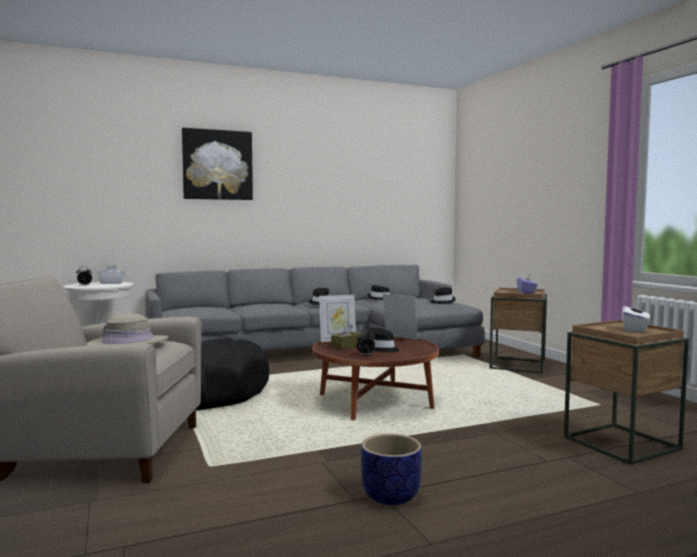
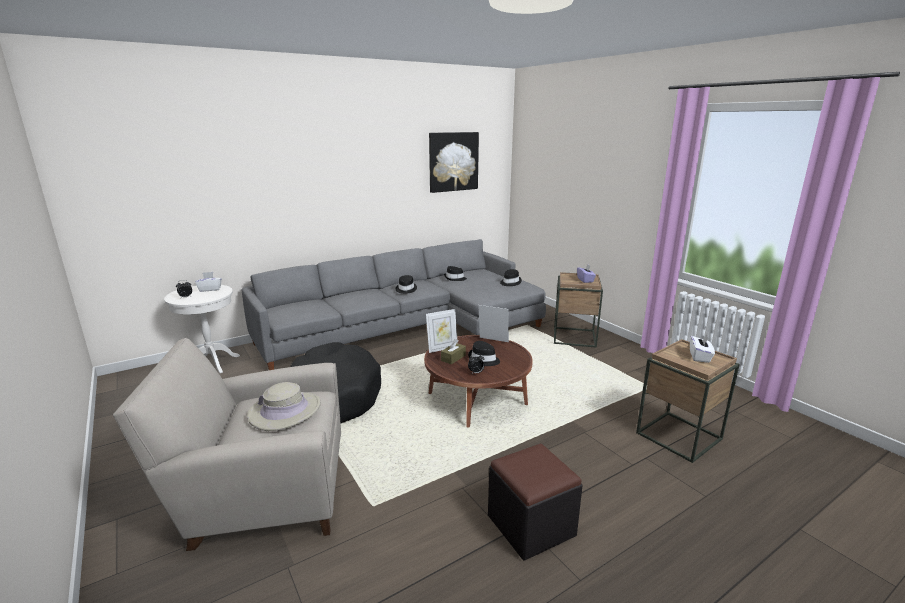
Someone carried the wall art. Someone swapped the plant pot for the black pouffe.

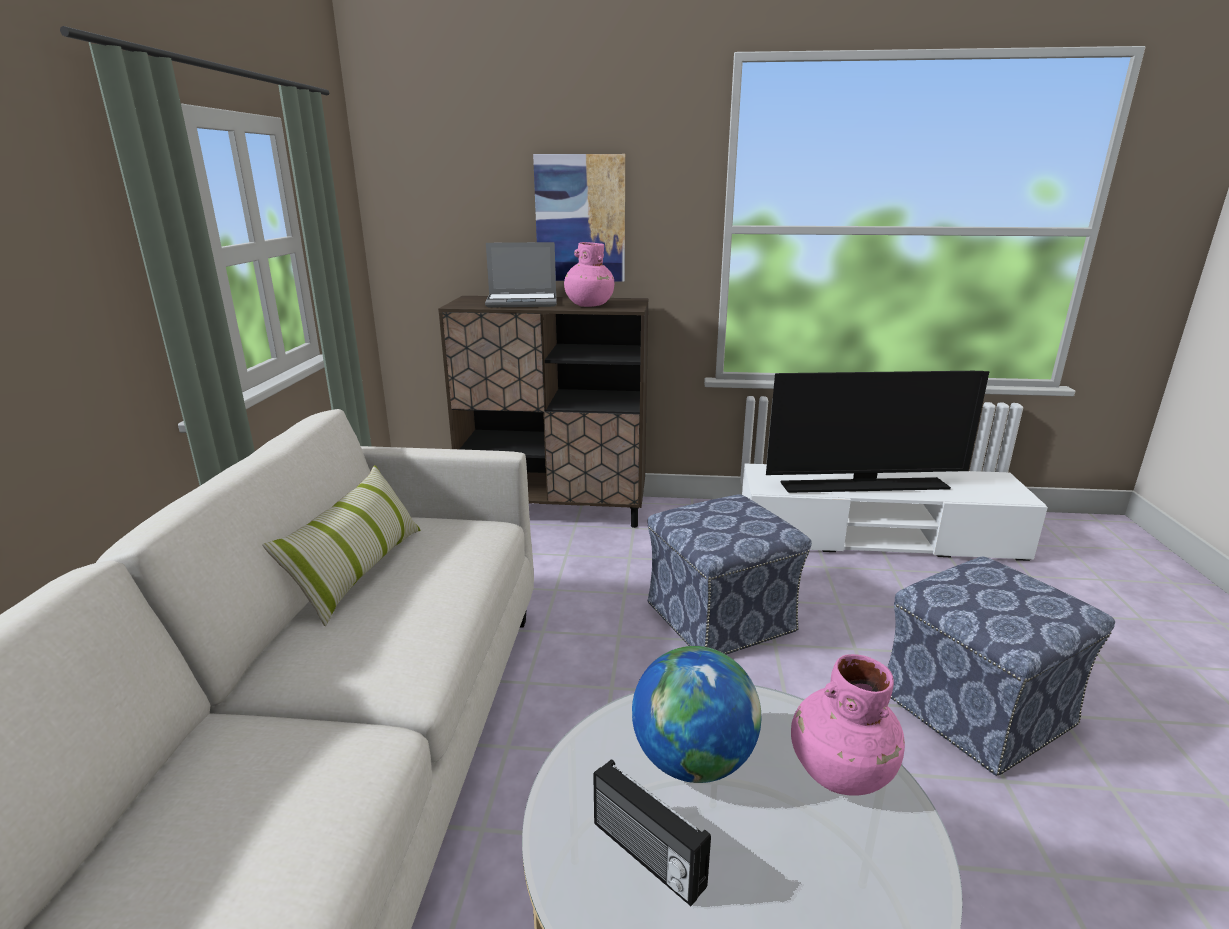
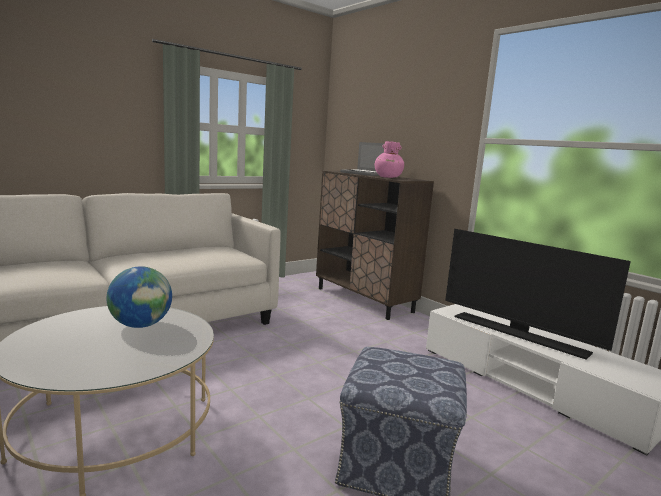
Someone took away the cushion. Someone took away the wall art. Someone took away the radio. Someone took away the pouffe (1st from left). Someone took away the pink vase (2nd from left).

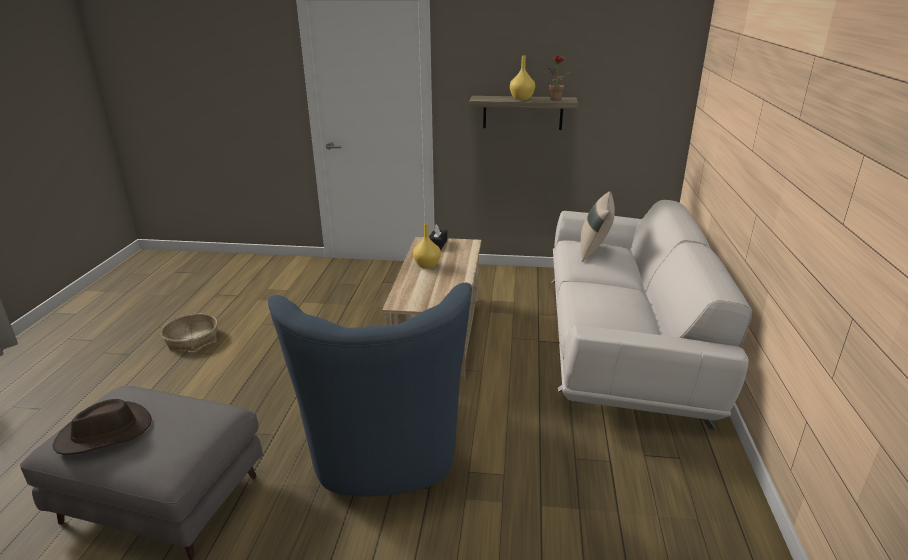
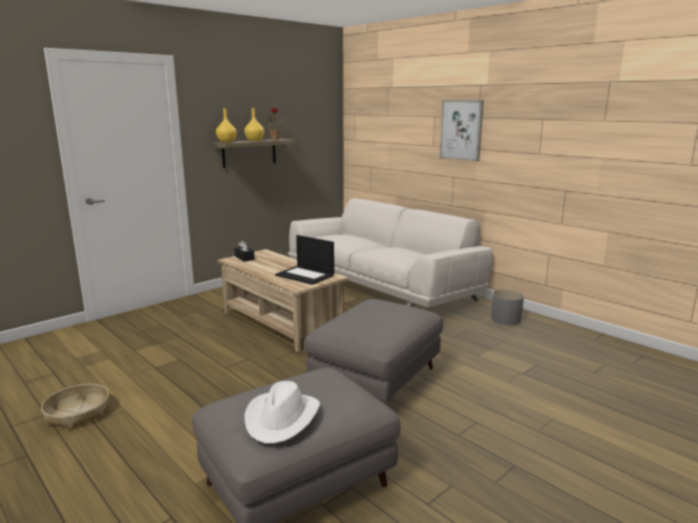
Someone took away the sand-coloured cushion. Someone put down the portable computer. Someone put up the wall art. Someone put down the greyish plant pot. Someone carried the yellow vase (1st from left). Someone swapped the blue armchair for the greyish pouffe (2nd from left). Someone repainted the brown-coloured clothing hat, which became the whitish clothing hat.

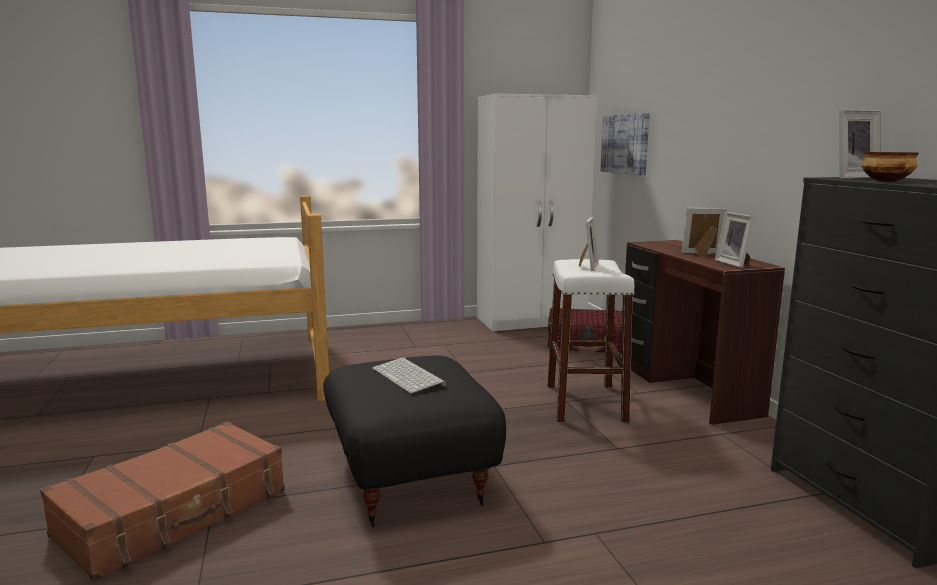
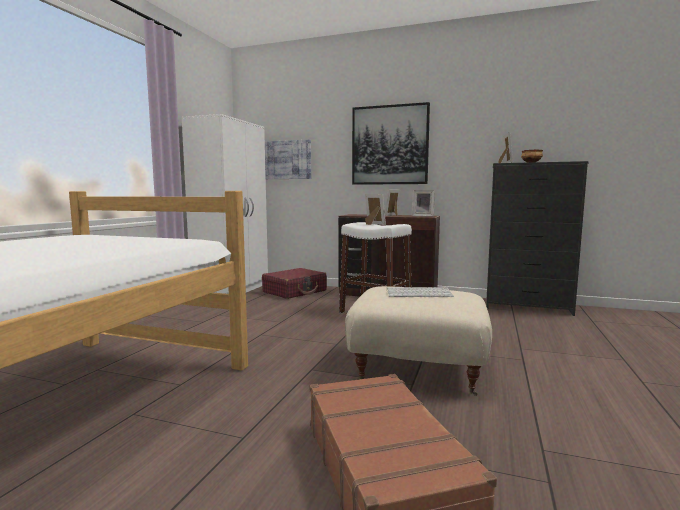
Someone put up the wall art (2nd from left). Someone repainted the black pouffe, which became the sand-coloured pouffe.

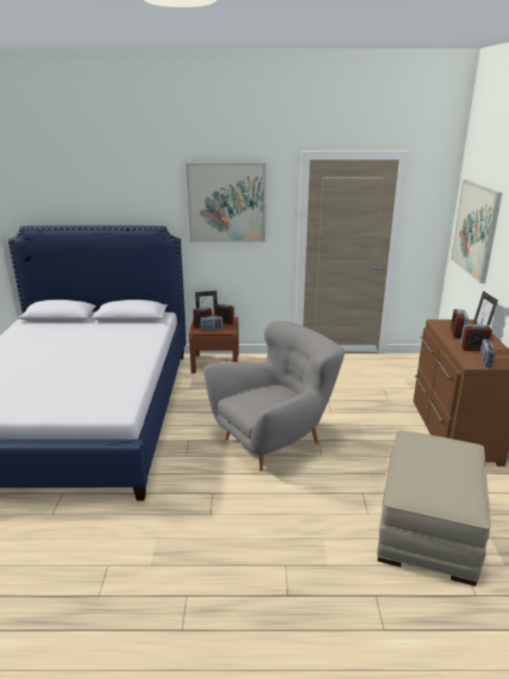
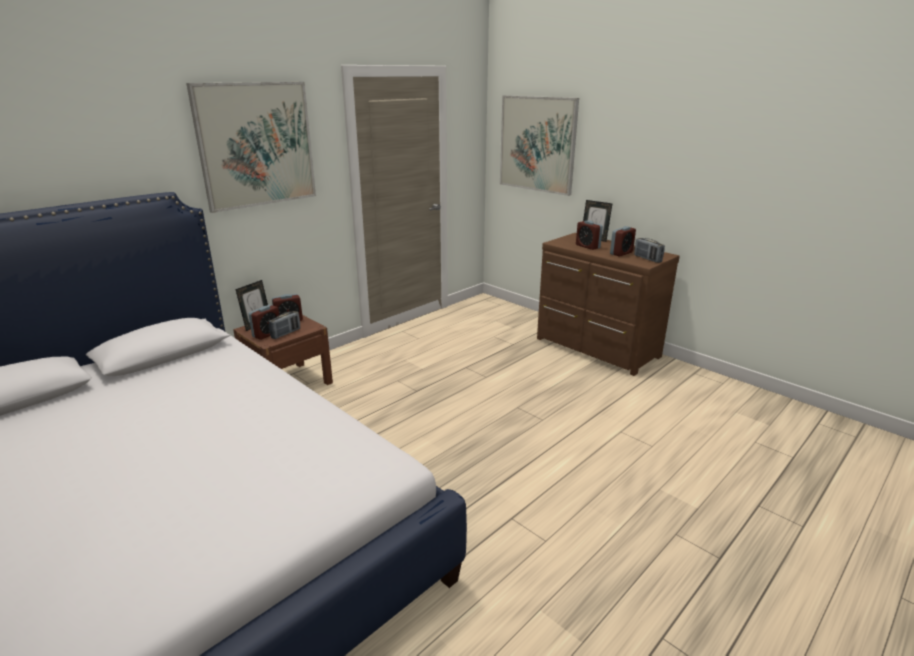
Someone took away the greyish armchair. Someone took away the sand-coloured pouffe.

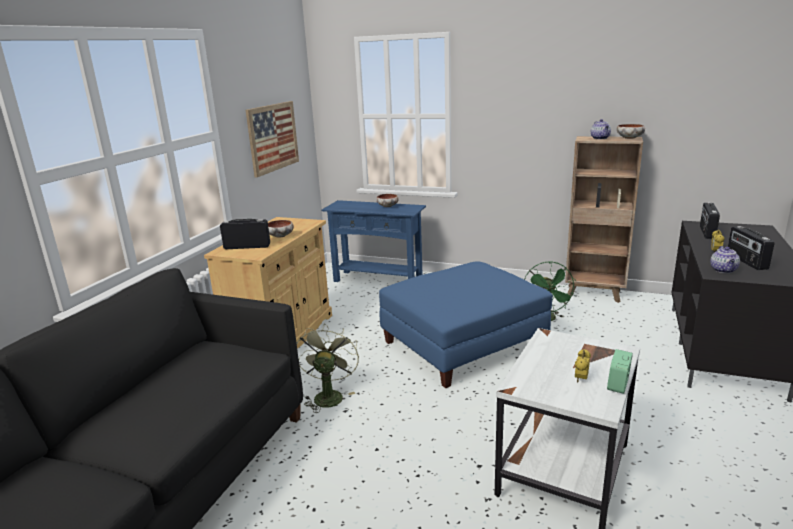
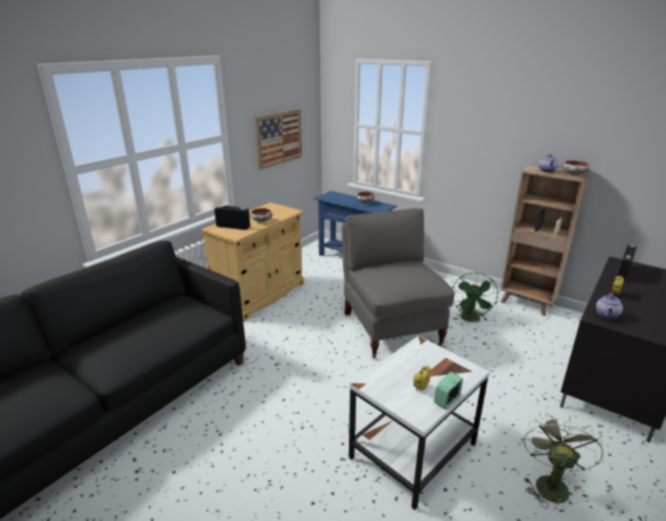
Someone took away the radio (3rd from left). Someone carried the green fan (1st from left in the first image). Someone swapped the blue pouffe for the greyish armchair.

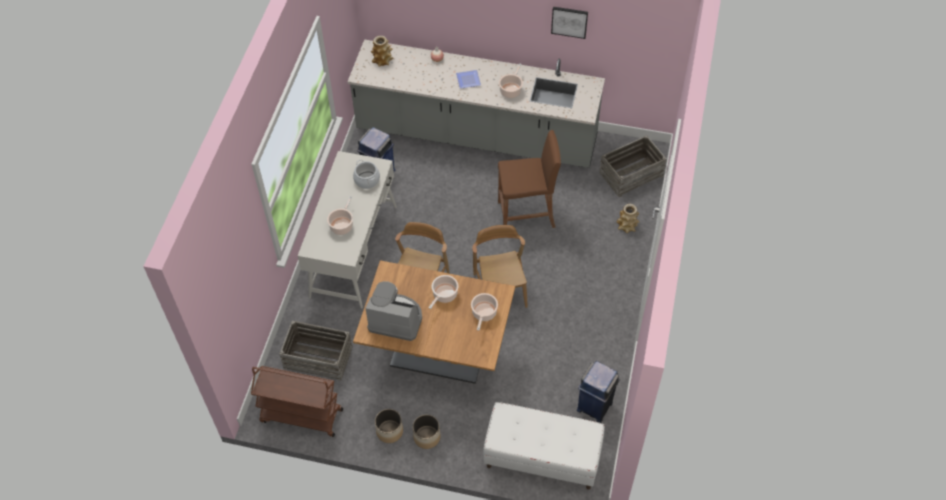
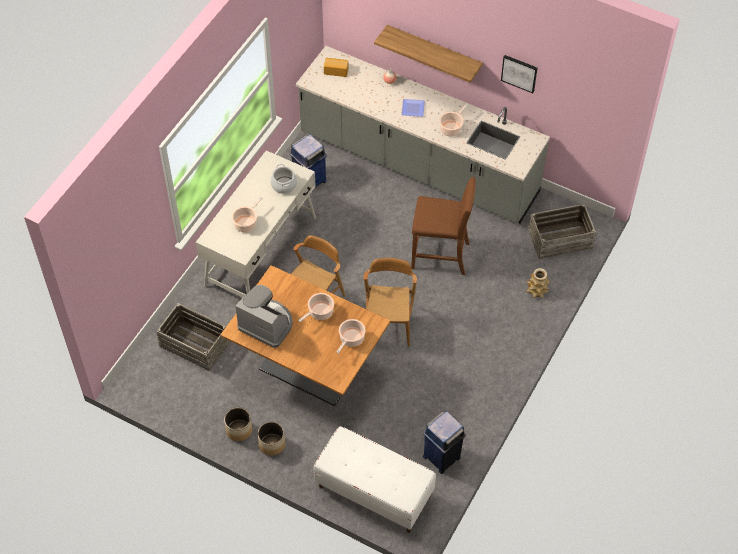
Someone took away the brown-coloured trolley. Someone put up the shelf. Someone swapped the vase (1st from left) for the bakery bread.

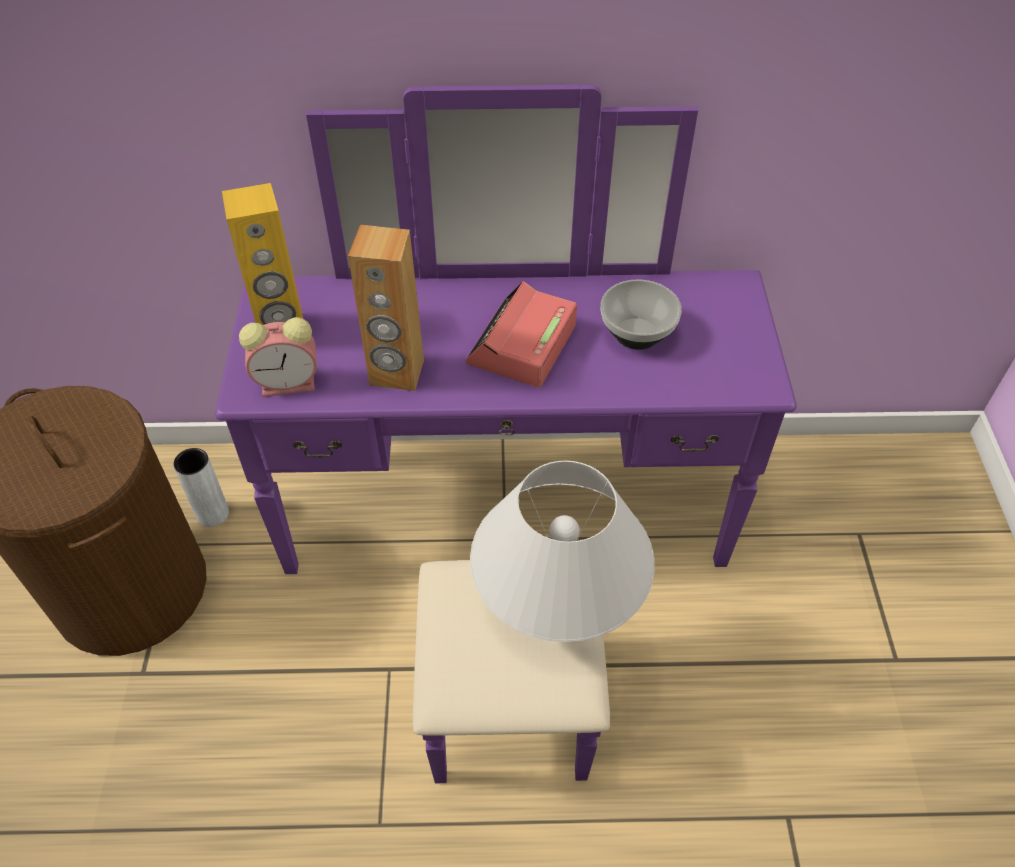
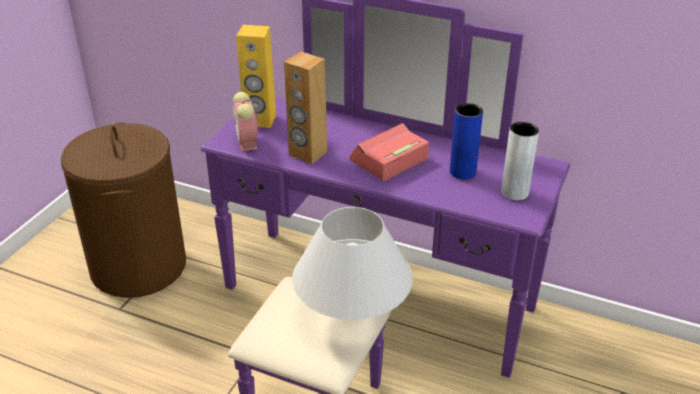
Someone carried the greyish vase. Someone swapped the deep dish for the blue vase. Someone rotated the table clock (1st from left) by 60 degrees clockwise.

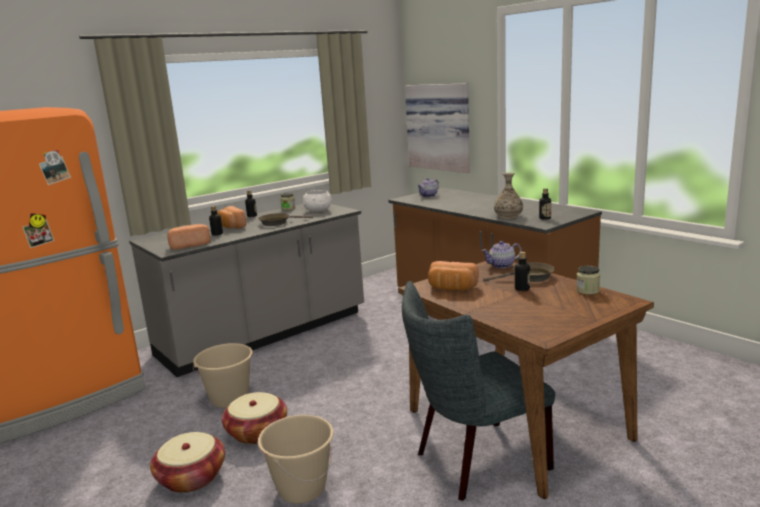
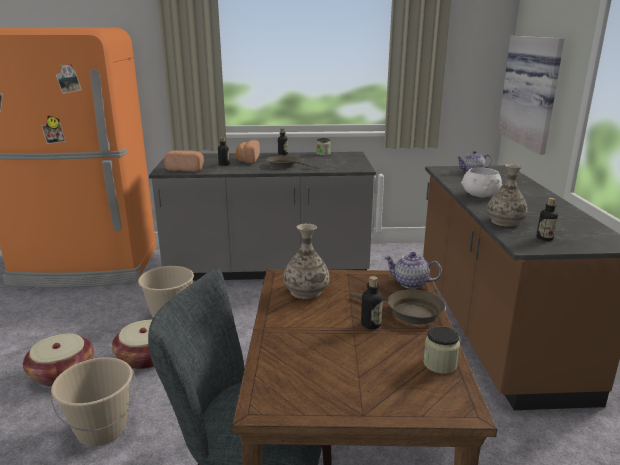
Someone carried the whitish deep dish. Someone swapped the bakery bread (3rd from left) for the vase (1st from left).

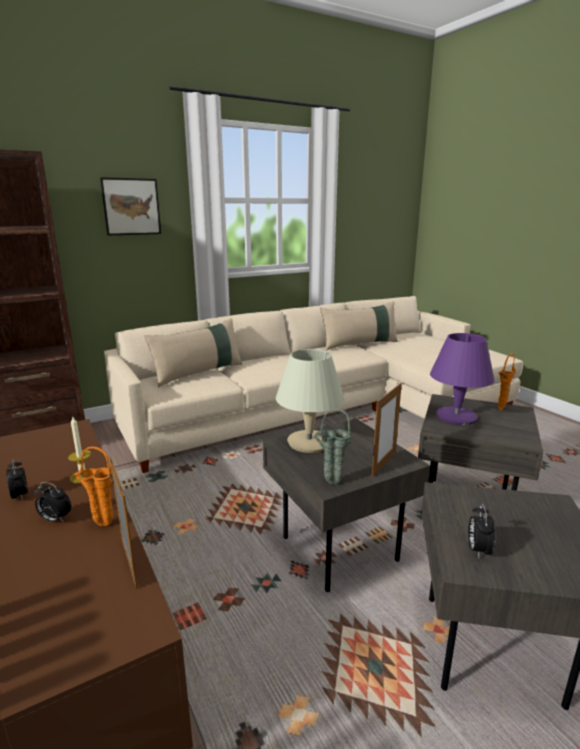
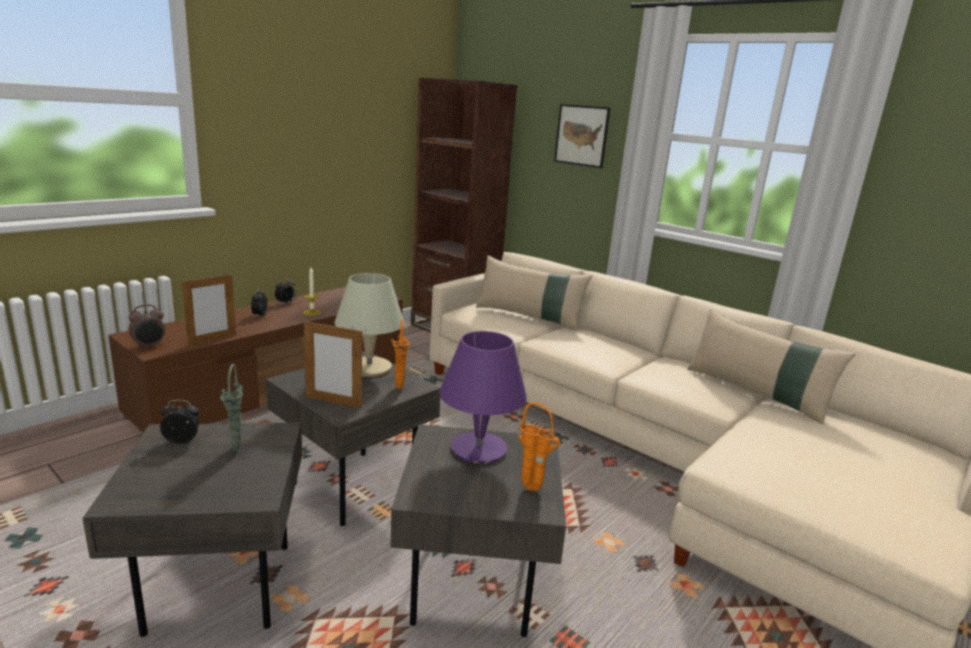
Someone put down the table clock (1st from left). Someone carried the orangey vase (1st from left). Someone carried the green vase.

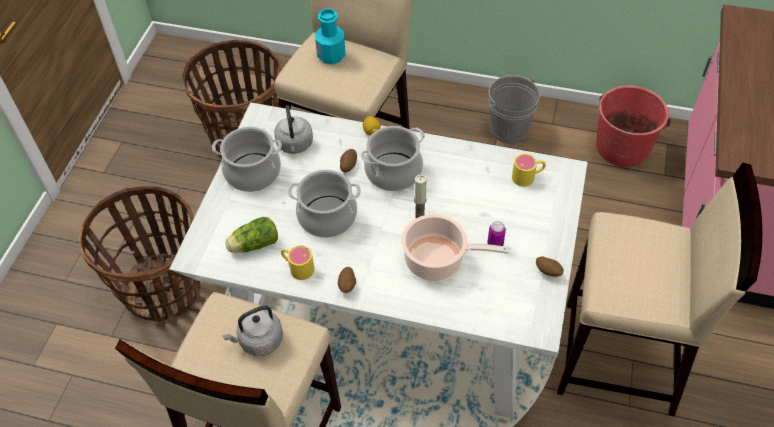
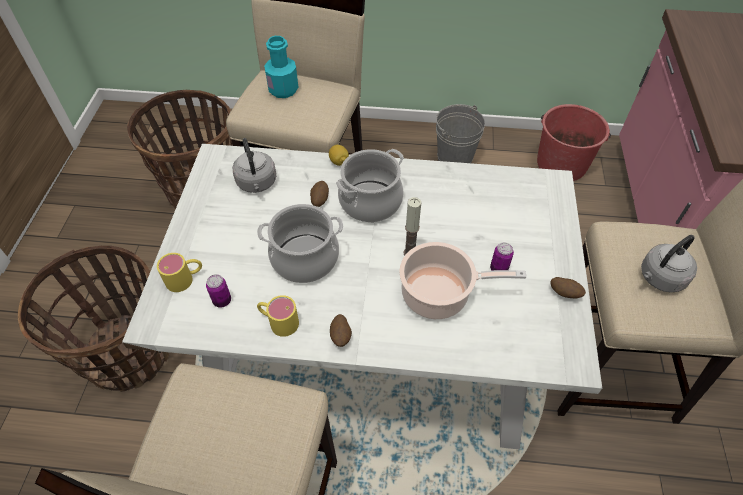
Someone took away the saucepot (1st from left). Someone carried the greyish water kettle (1st from left in the first image). Someone carried the yellow mug (2nd from left in the first image). Someone swapped the head of lettuce for the metal can (1st from left).

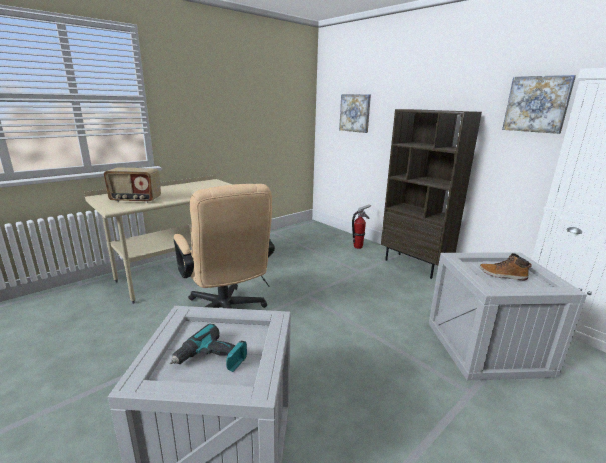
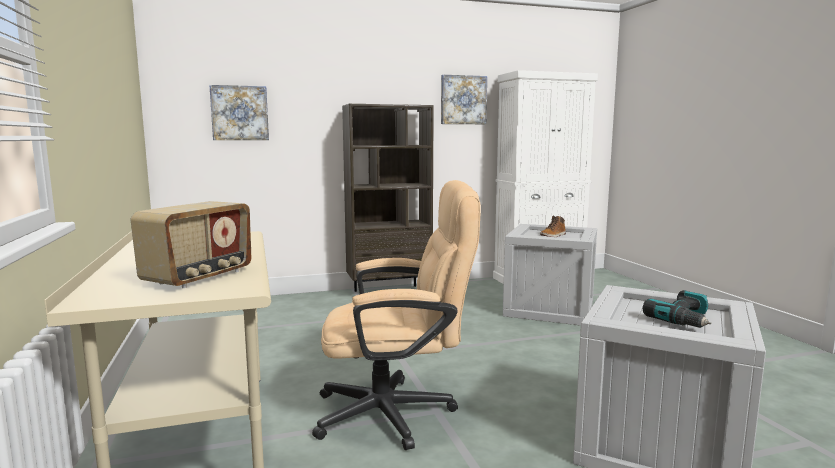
Someone took away the fire extinguisher.

